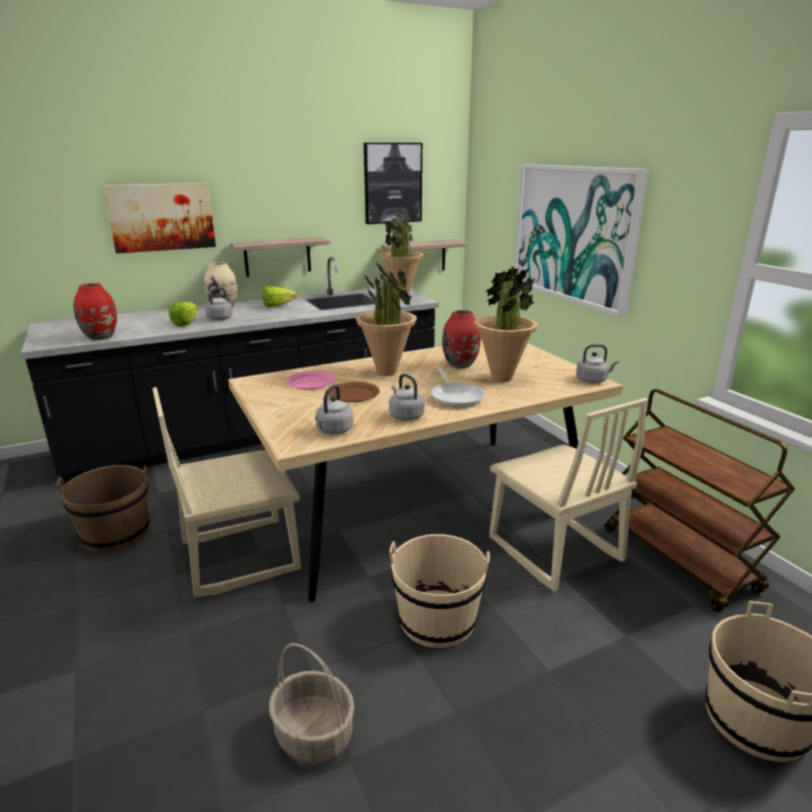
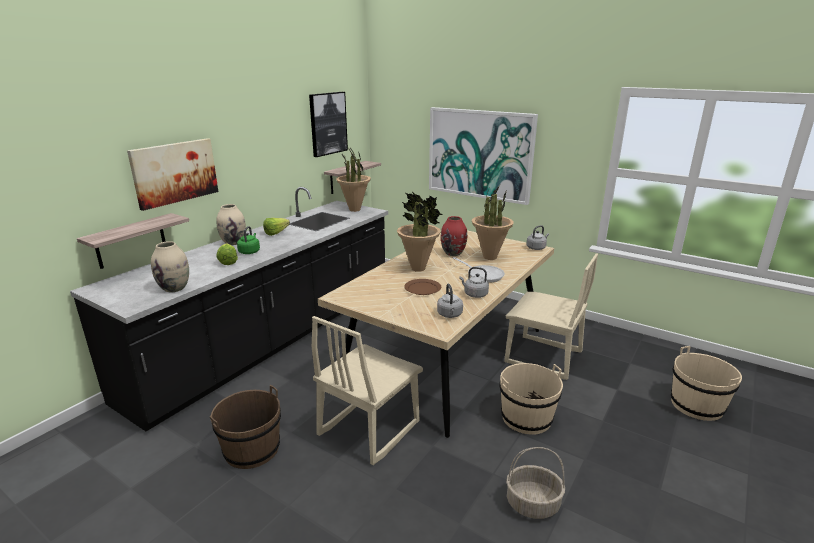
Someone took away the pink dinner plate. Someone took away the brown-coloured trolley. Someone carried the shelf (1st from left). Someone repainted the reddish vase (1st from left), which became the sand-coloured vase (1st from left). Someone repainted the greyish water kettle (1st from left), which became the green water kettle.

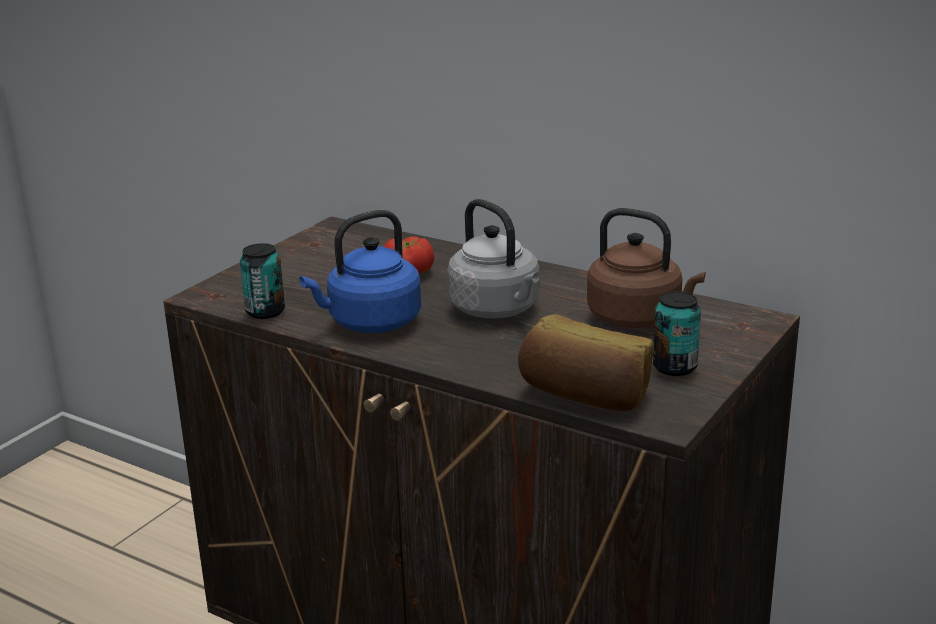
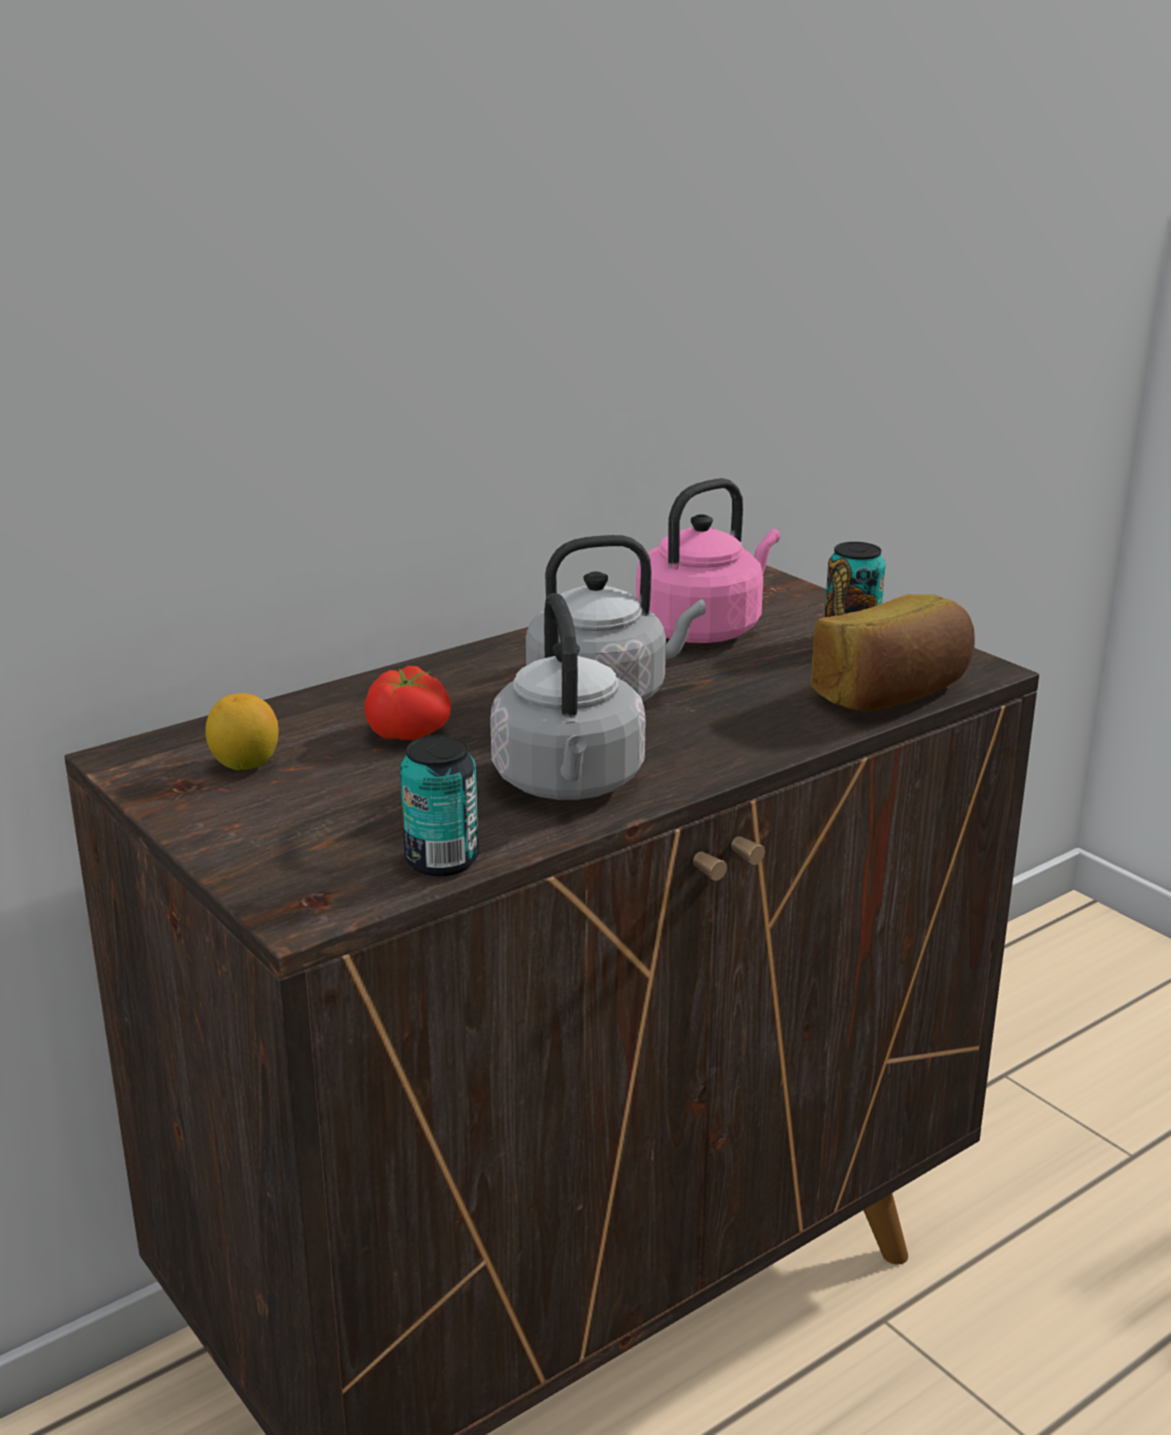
Someone put down the whole lemon. Someone repainted the blue water kettle, which became the greyish water kettle (1st from left). Someone repainted the brown-coloured water kettle, which became the pink water kettle.

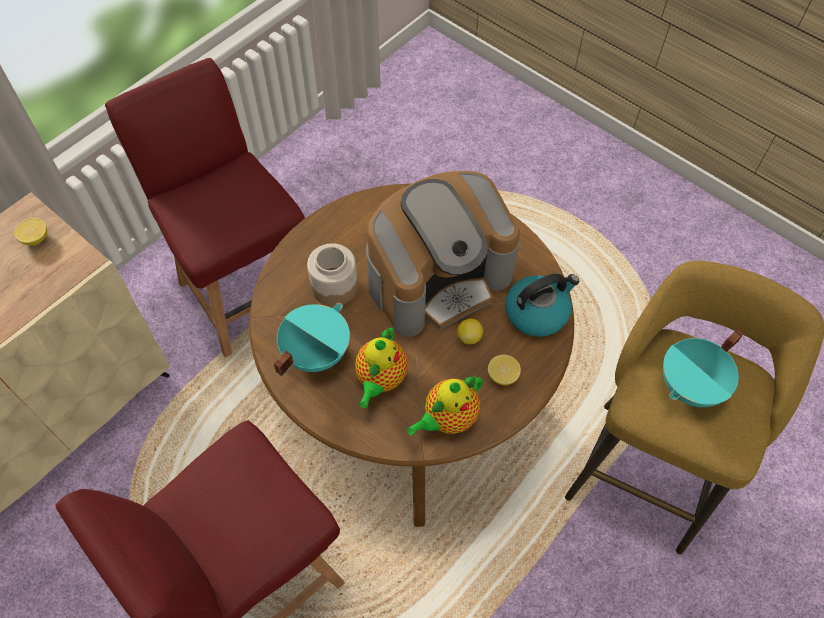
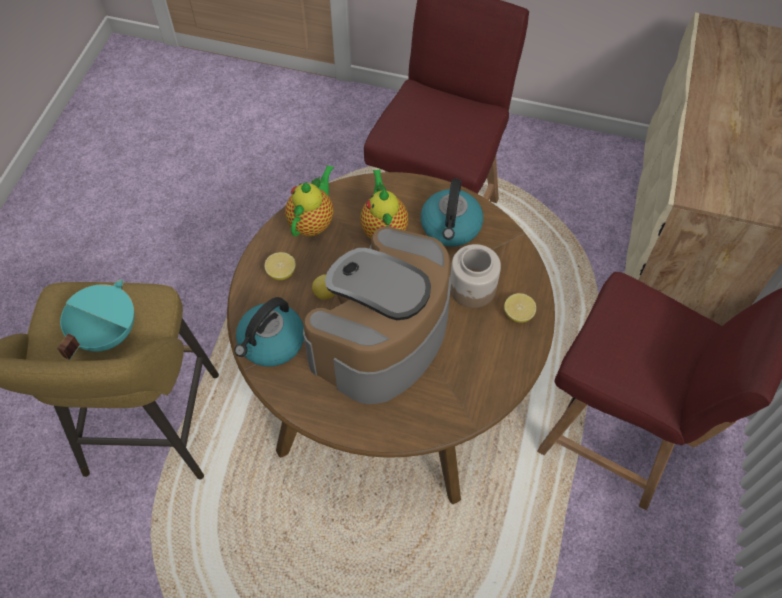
Someone carried the whole lemon (1st from left in the first image). Someone swapped the turquoise-coloured saucepot (1st from left) for the water kettle (2nd from left).

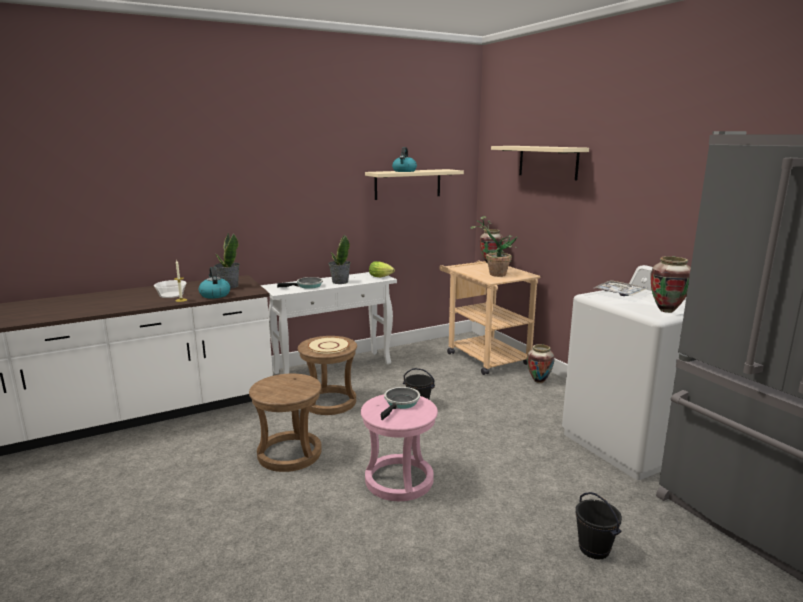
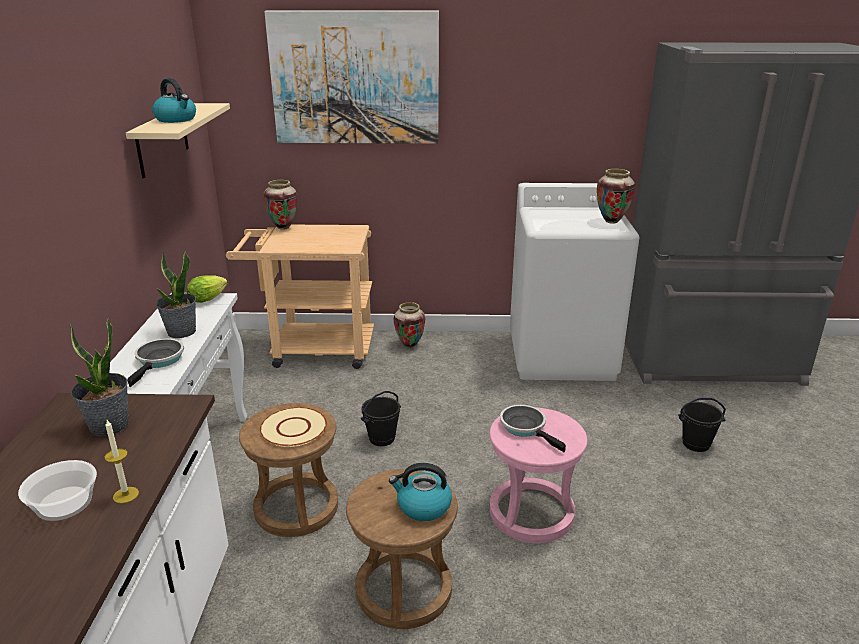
Someone took away the houseplant (3rd from left). Someone took away the tray. Someone carried the water kettle (1st from left in the first image). Someone swapped the sand-coloured shelf (2nd from left) for the wall art.

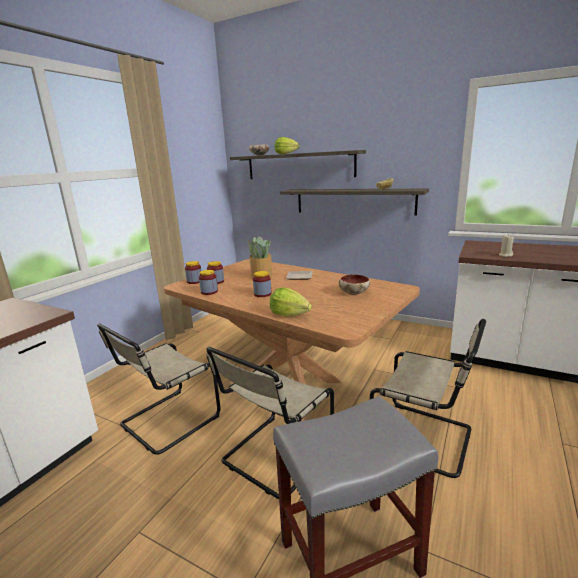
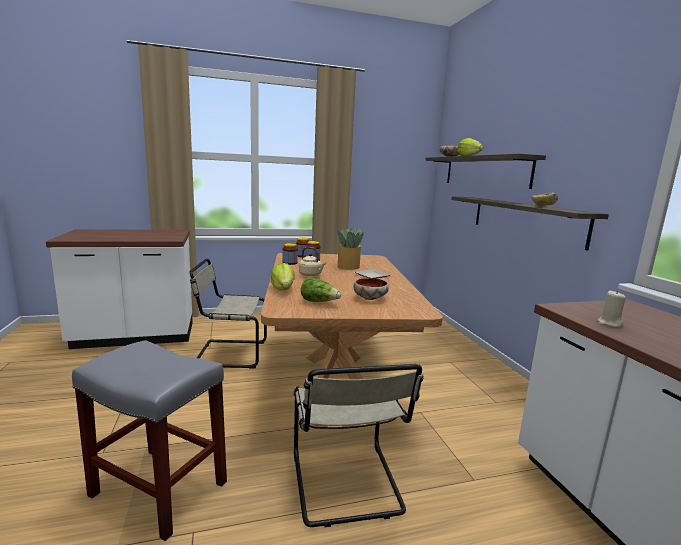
Someone took away the sand-coloured plain chair (2nd from left). Someone put down the head of lettuce (2nd from left). Someone swapped the jar (4th from left) for the sand-coloured water kettle.

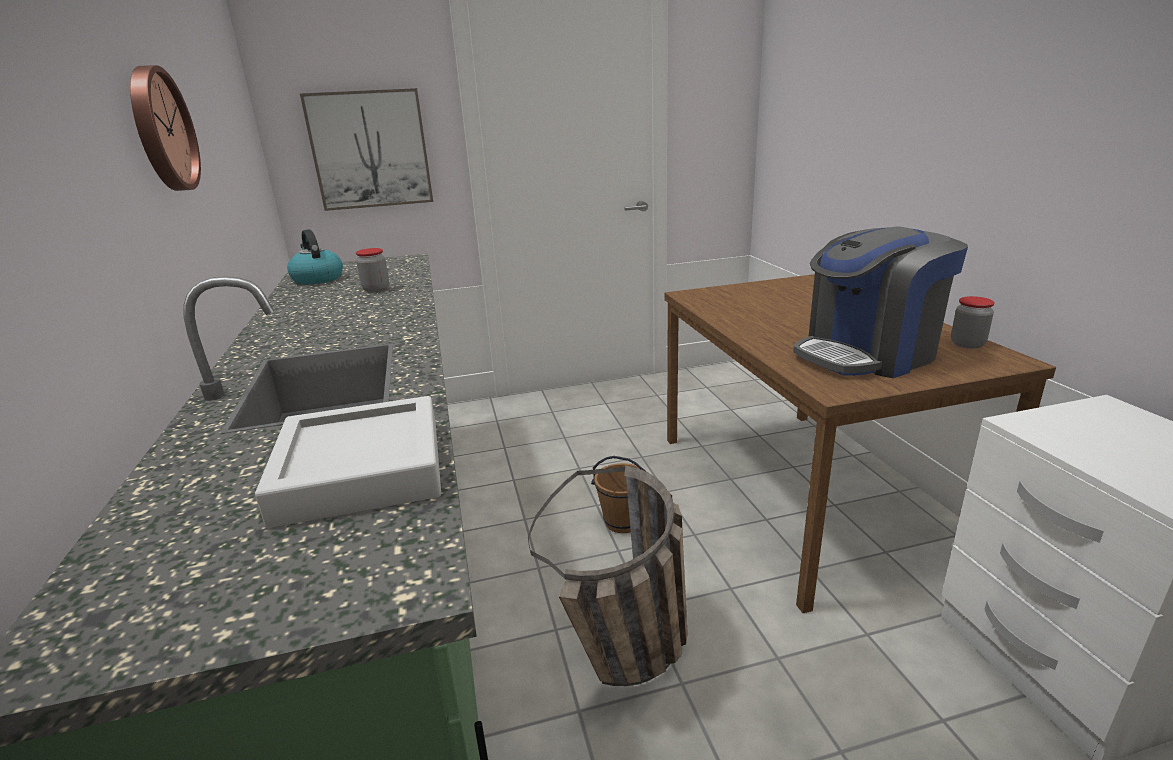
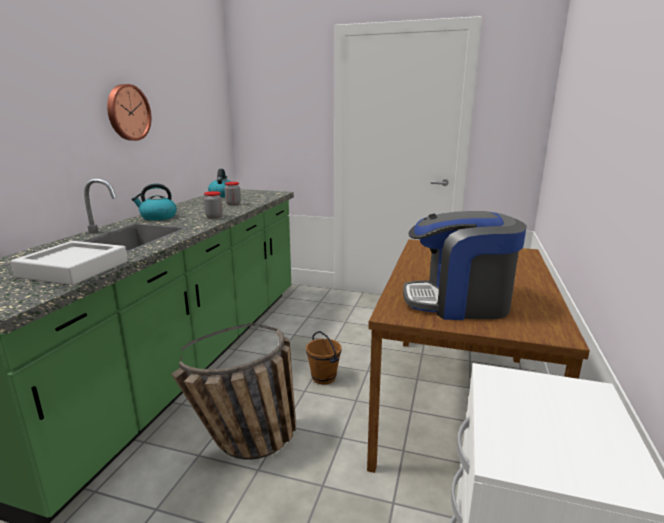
Someone took away the wall art. Someone put down the water kettle (1st from left). Someone carried the jar (2nd from left in the first image).

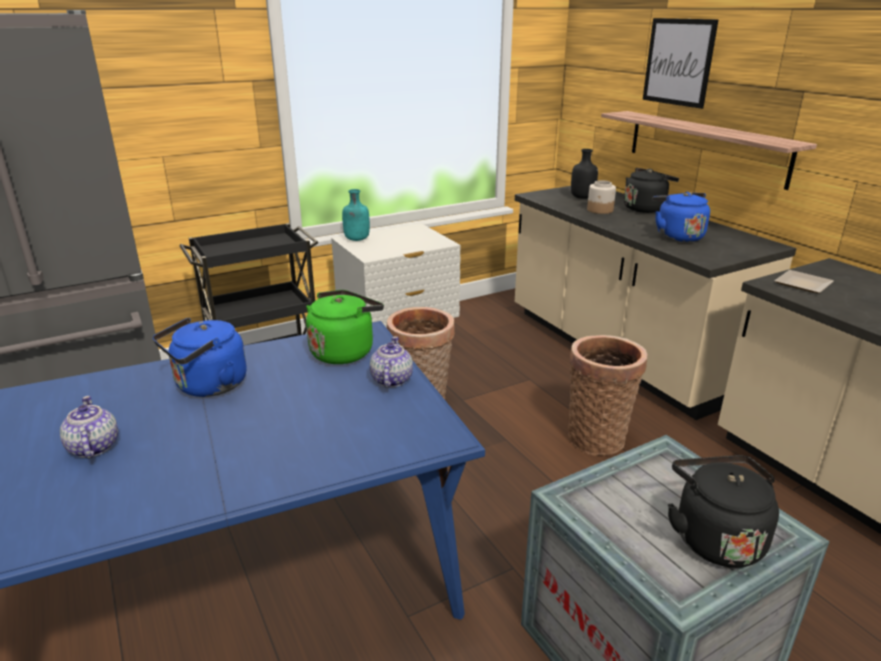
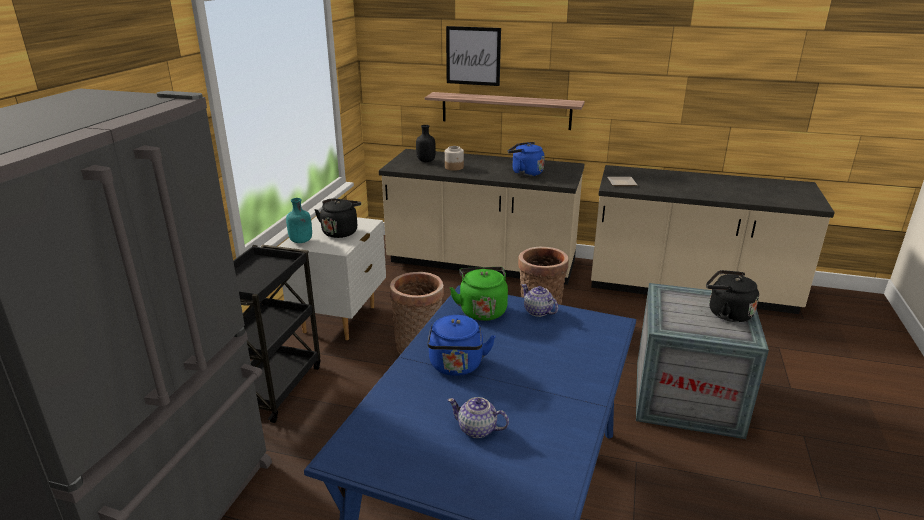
Someone carried the black water kettle (1st from left).

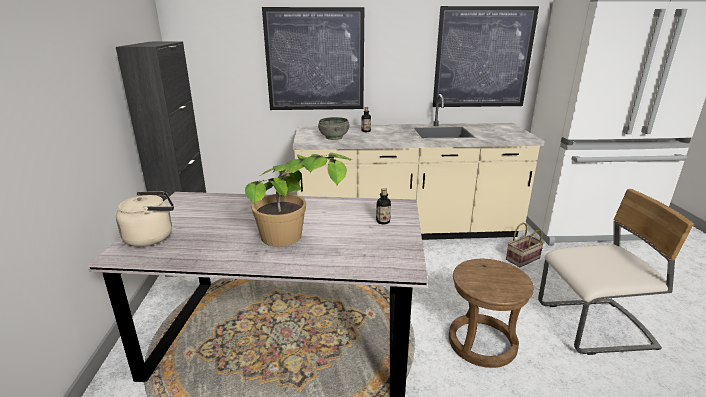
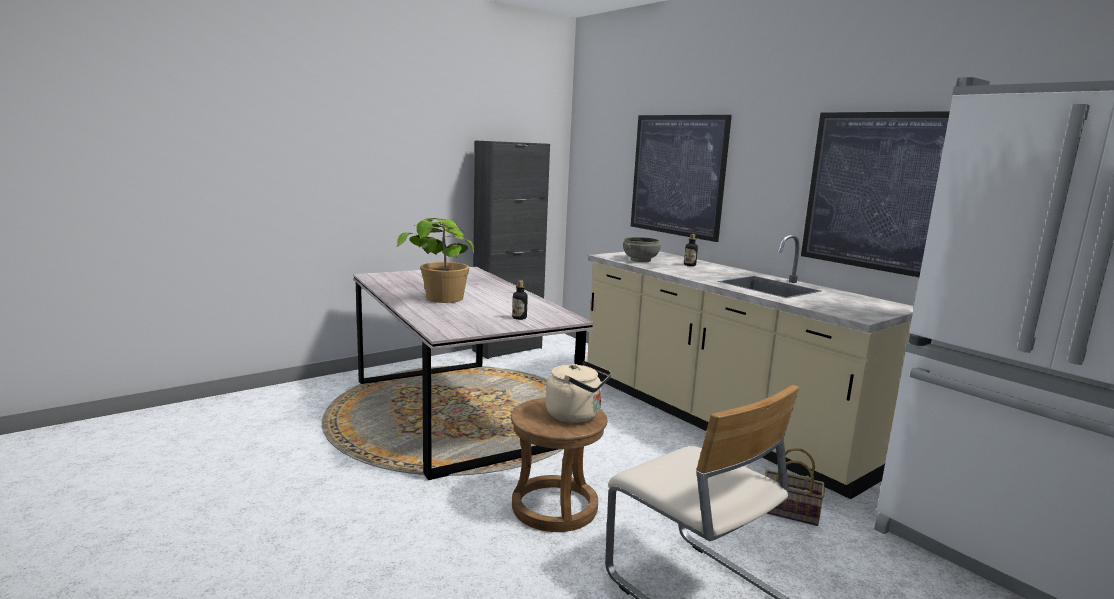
Someone carried the sand-coloured water kettle.

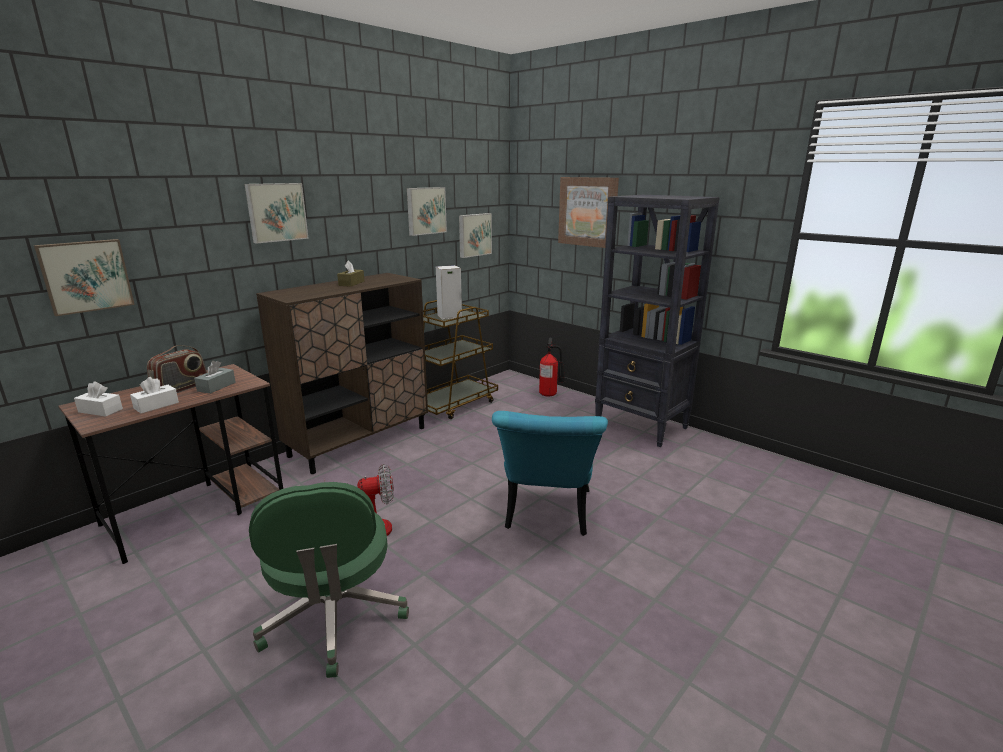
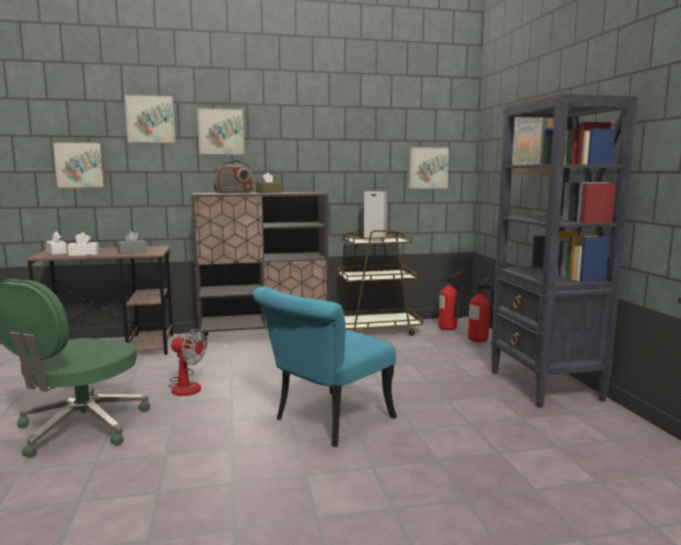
Someone put down the fire extinguisher (1st from left). Someone carried the radio. Someone carried the wall art (3rd from left in the first image).

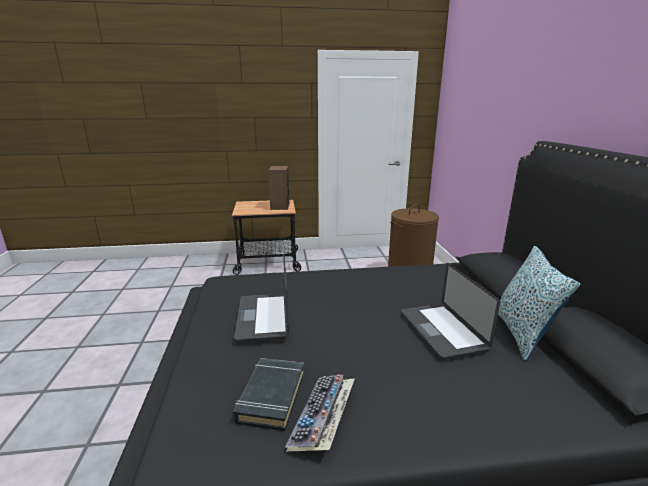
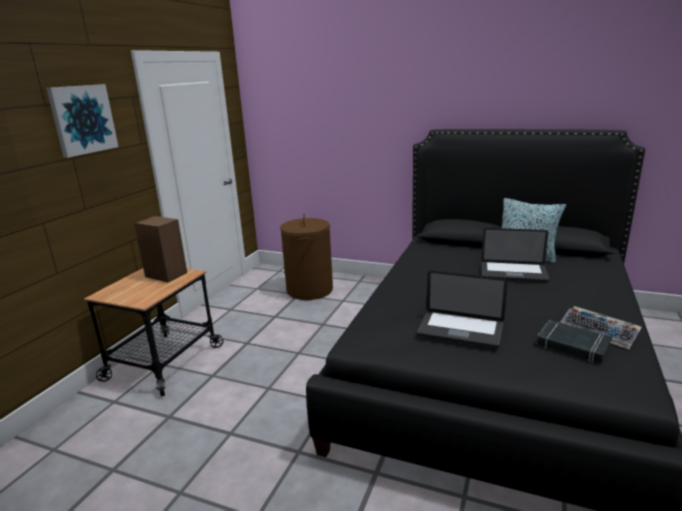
Someone put up the wall art.

